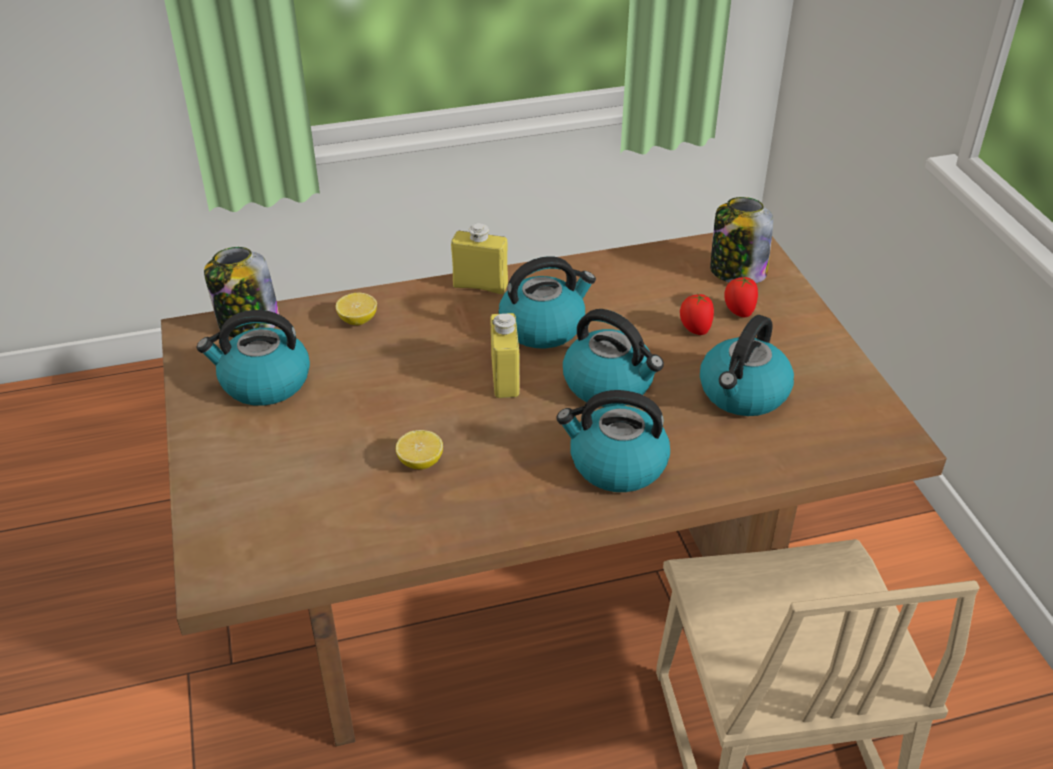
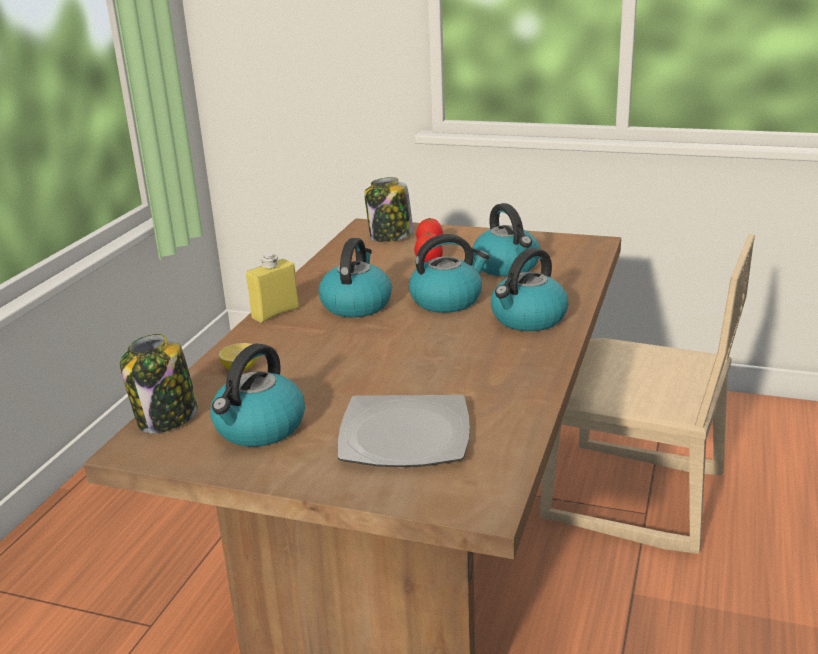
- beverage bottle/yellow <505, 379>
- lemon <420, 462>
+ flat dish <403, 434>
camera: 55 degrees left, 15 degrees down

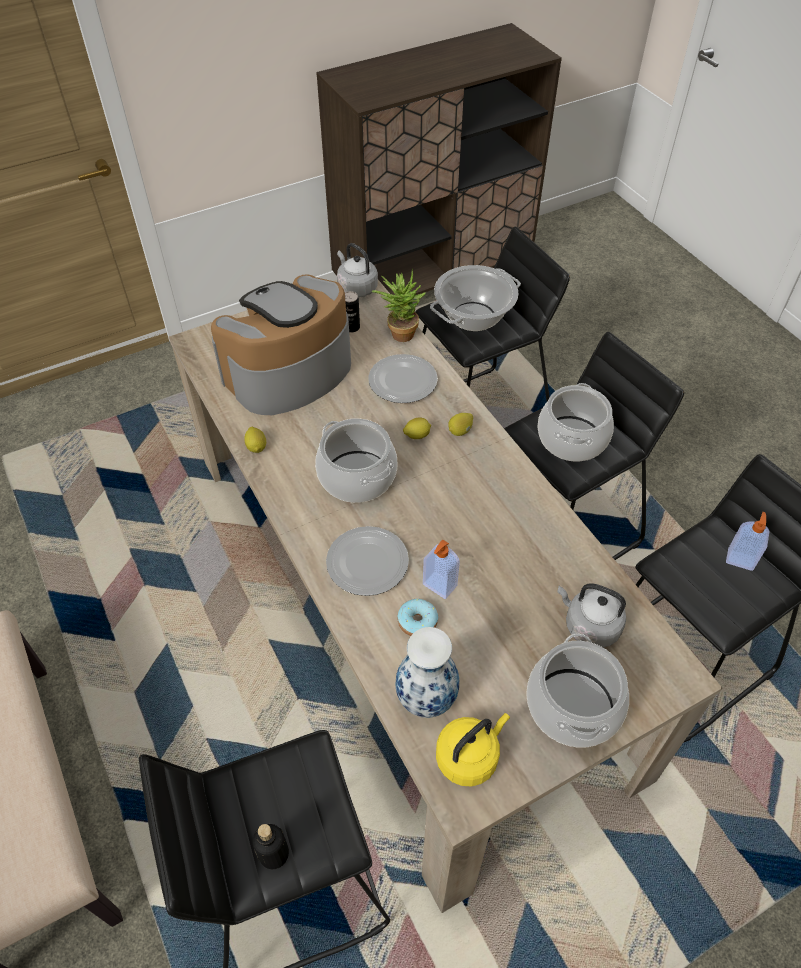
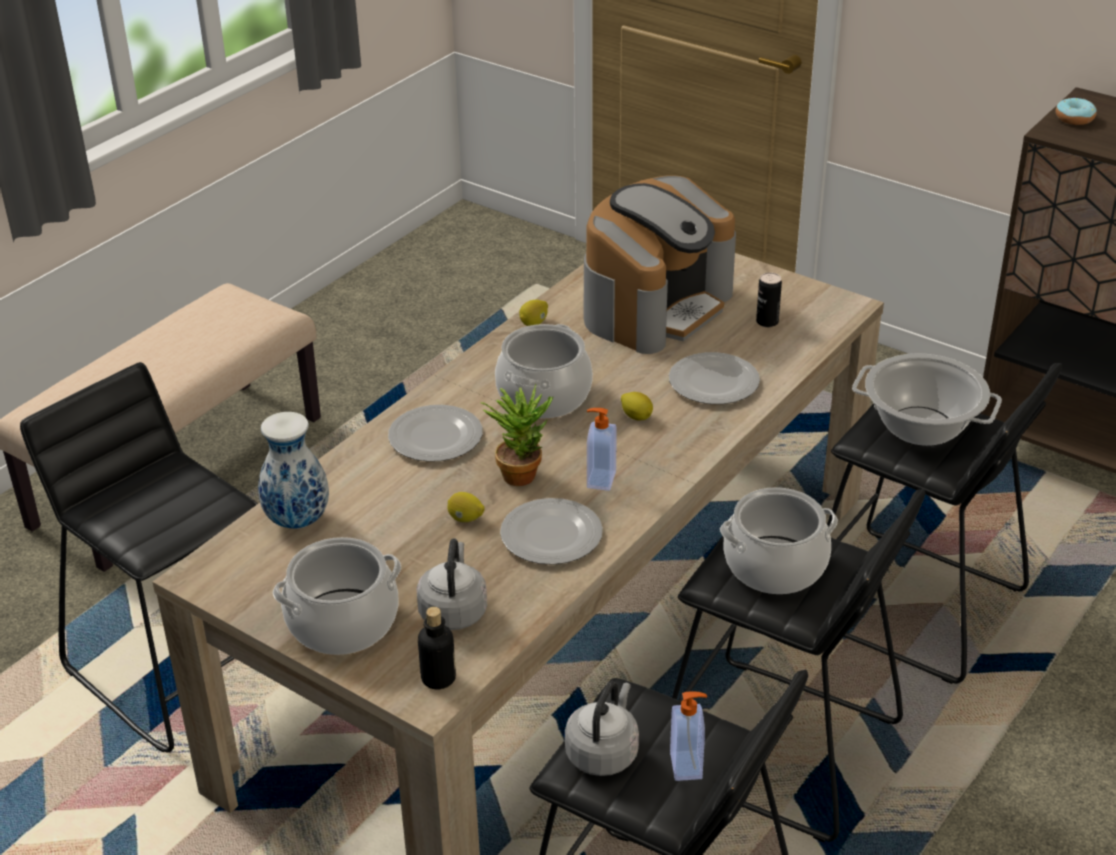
~ water kettle/gray <356, 288> to <603, 752>
~ houseplant <399, 332> to <522, 472>
~ coffee maker <289, 373> = <656, 306> 105 degrees clockwise
~ lemon <460, 431> to <465, 519>
~ soap dispenser <439, 586> to <600, 479>
~ ring doughnut <417, 622> to <1074, 118>
- water kettle/yellow <469, 756>
~ beverage bottle <274, 854> to <438, 678>
+ flat dish <552, 534>
camera: 65 degrees right, 15 degrees down

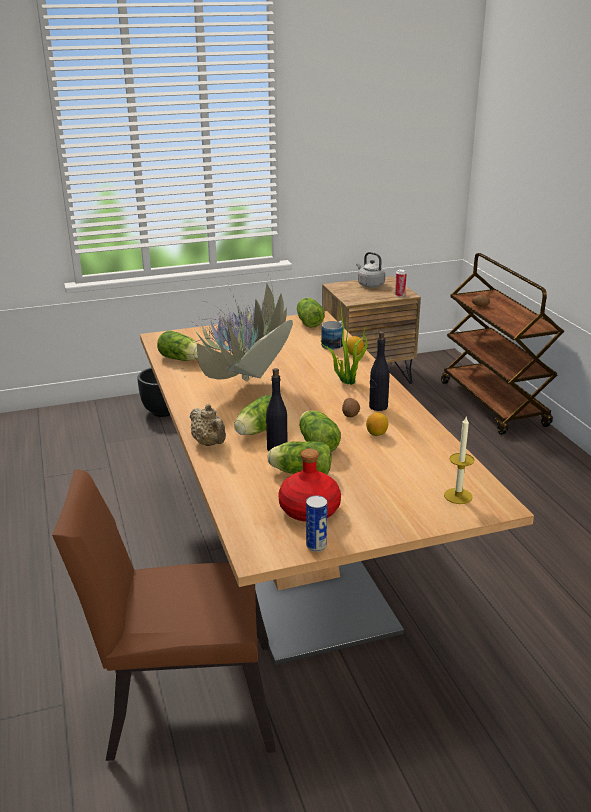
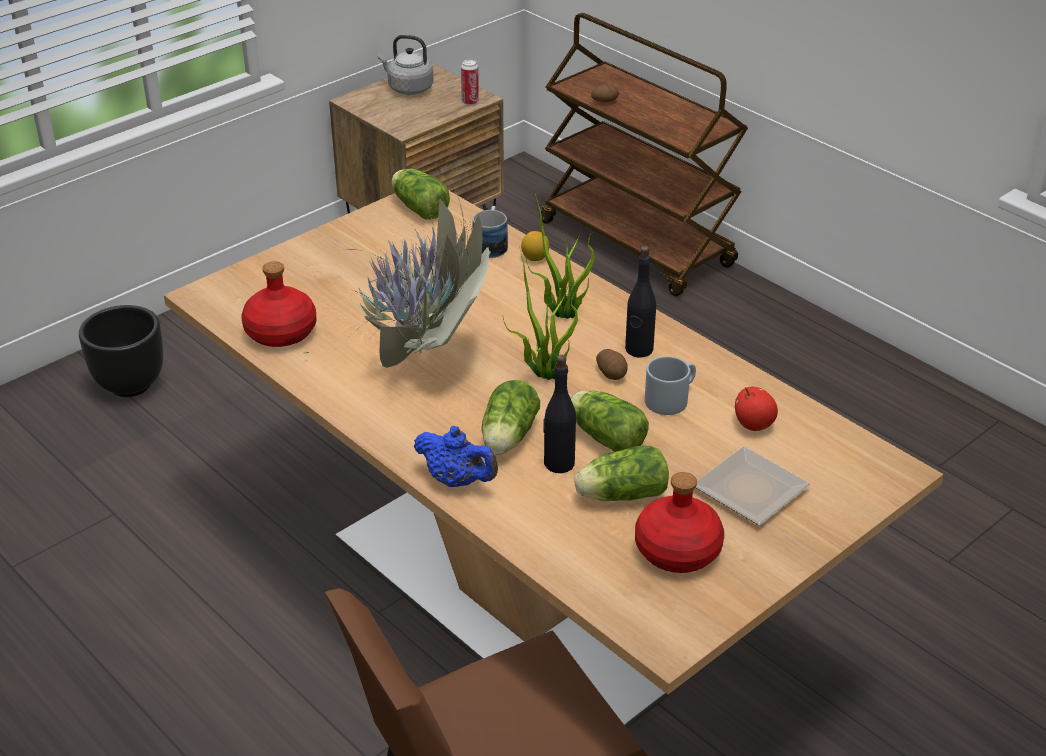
~ lettuce <181, 359> to beverage bottle/red <280, 332>
~ pot for tea/beige <210, 443> to pot for tea/blue <457, 480>
~ lemon <376, 434> to coffee mug/gray <671, 398>
- wax light <458, 496>
- can <316, 546>
+ houseplant <543, 374>
+ apple <753, 424>
+ flat dish <754, 490>
camera: 25 degrees left, 10 degrees up

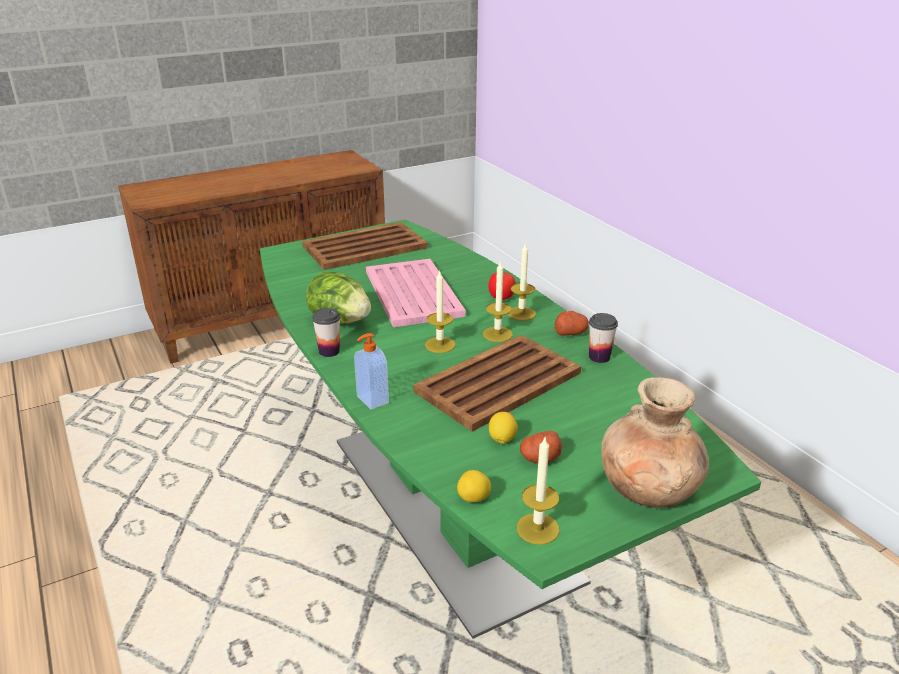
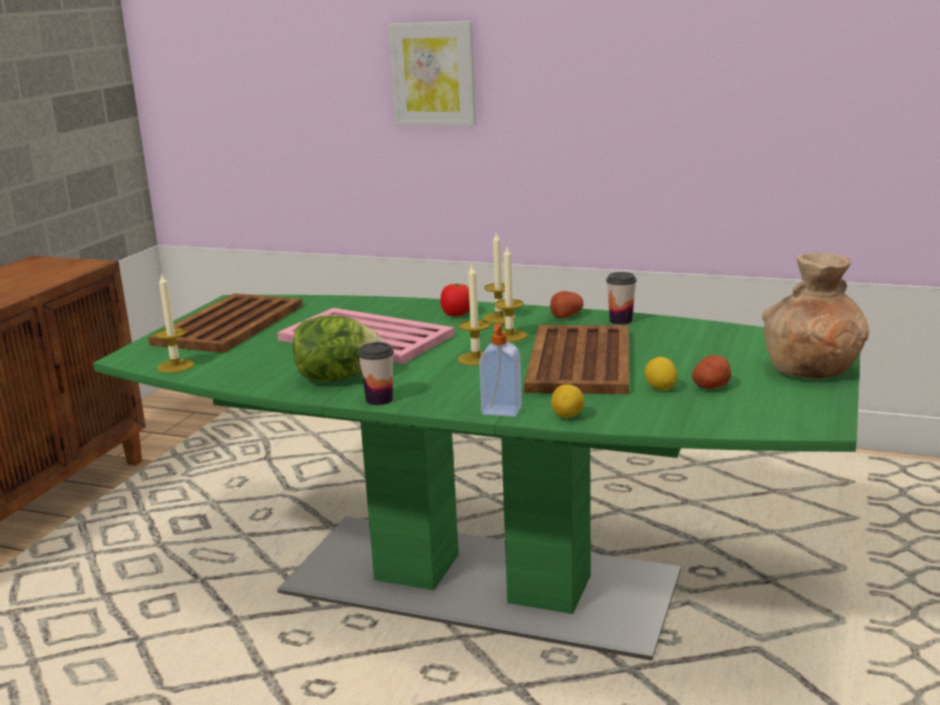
~ wax light <537, 528> to <175, 366>
~ lemon <474, 498> to <568, 416>
+ wall picture <433, 74>
camera: 40 degrees left, 10 degrees down

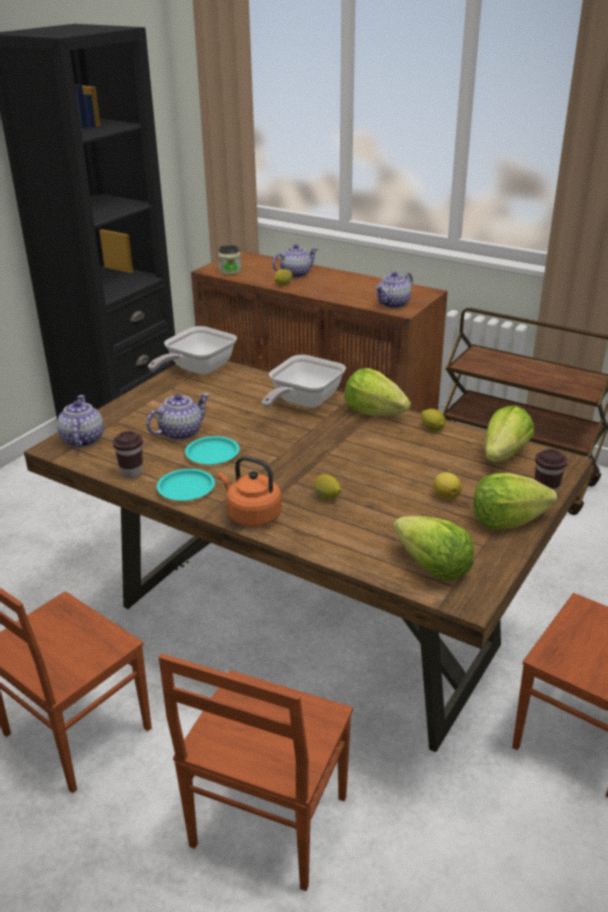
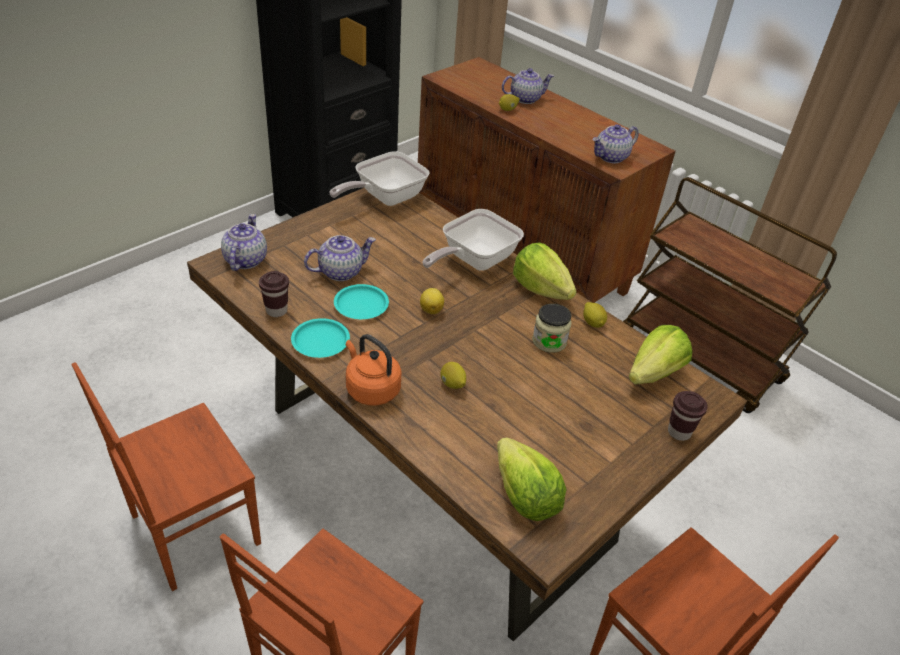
~ storage jar <230, 271> to <549, 341>
~ lemon <446, 496> to <431, 309>
- lettuce <507, 521>
camera: 10 degrees right, 10 degrees up

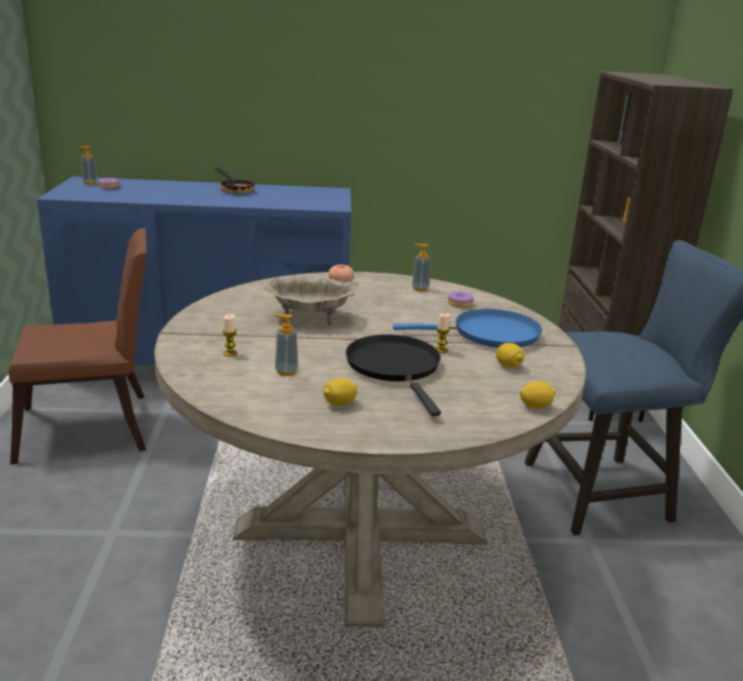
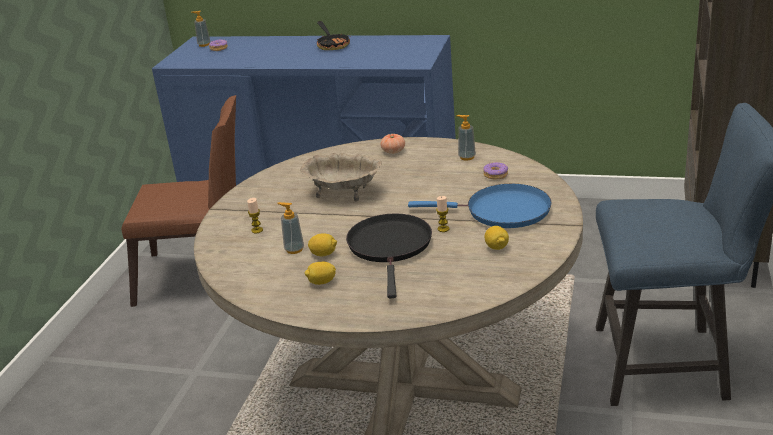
~ lemon <535, 406> to <324, 254>
camera: 20 degrees right, 5 degrees up

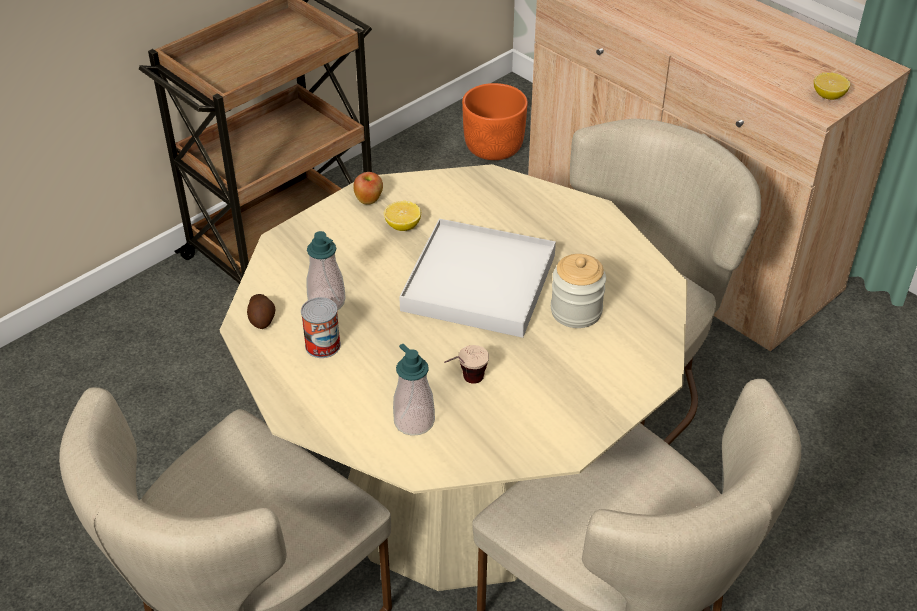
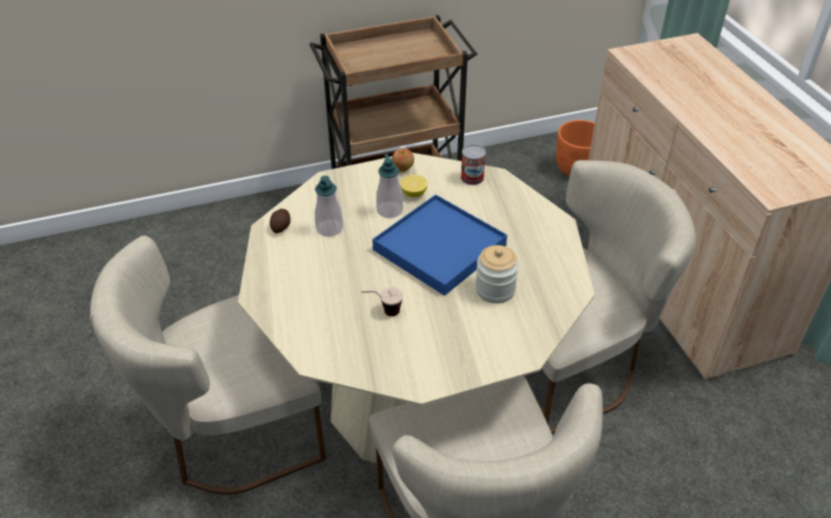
- lemon <828, 96>
~ serving tray/white-coloured <479, 283> to serving tray/blue <439, 248>
~ can <322, 345> to <472, 178>
~ soap dispenser <414, 421> to <389, 210>
camera: 25 degrees right, 0 degrees up

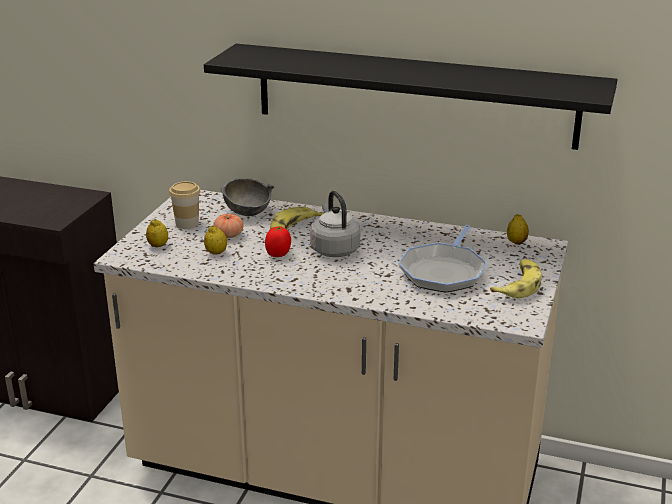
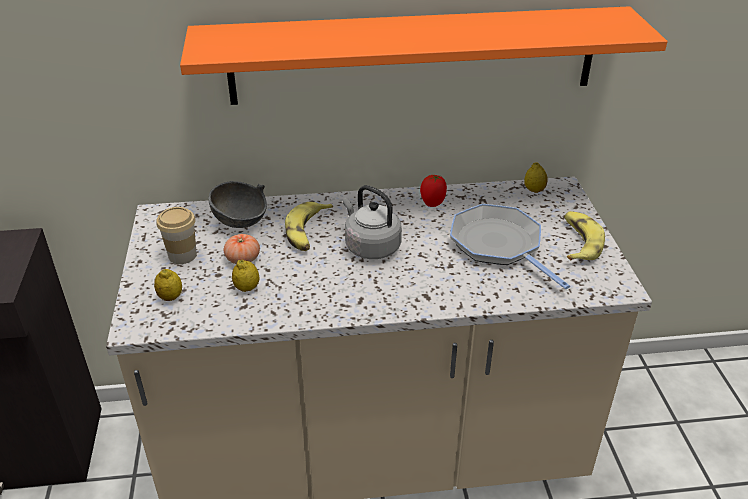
~ shelf/blackish <414, 95> to shelf/orangey <413, 56>
~ skillet <443, 271> = <499, 245> 150 degrees clockwise
~ tomato <278, 254> to <432, 203>
camera: 25 degrees left, 10 degrees up

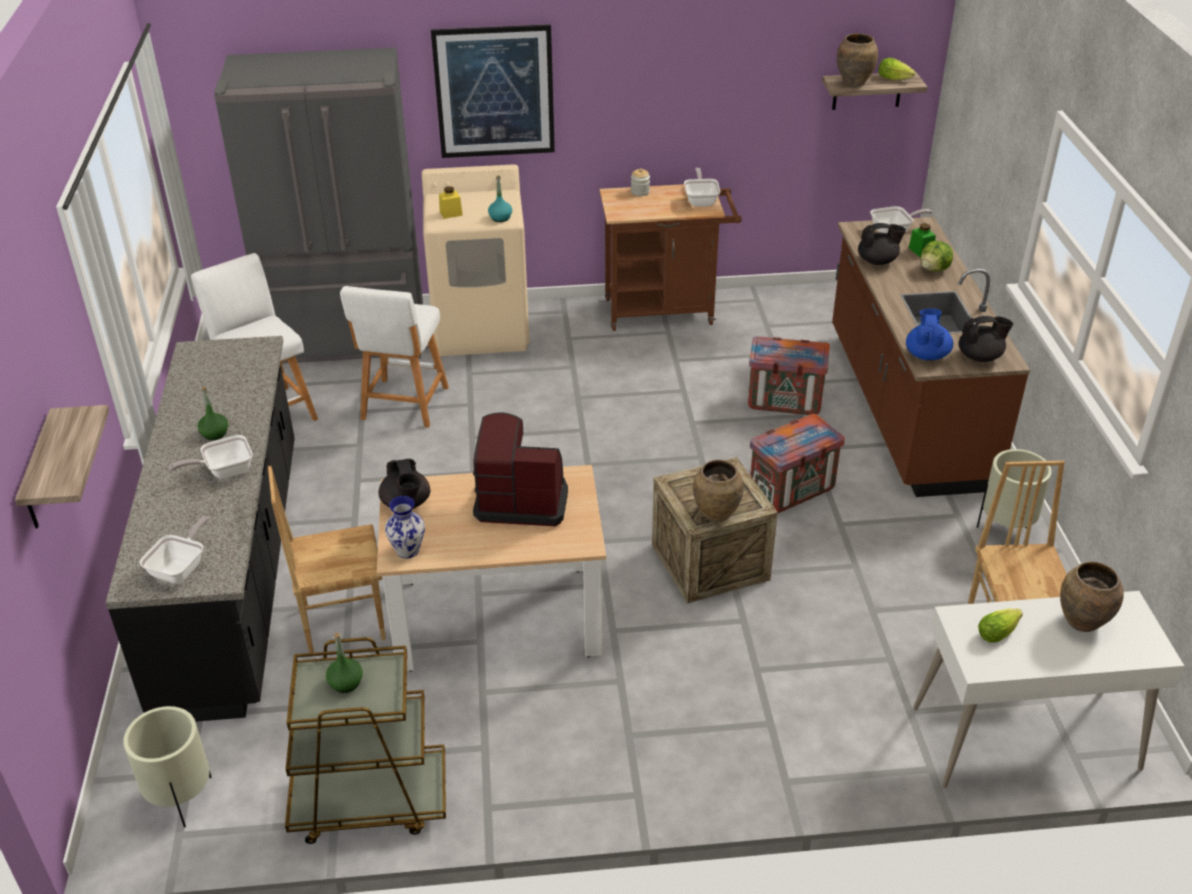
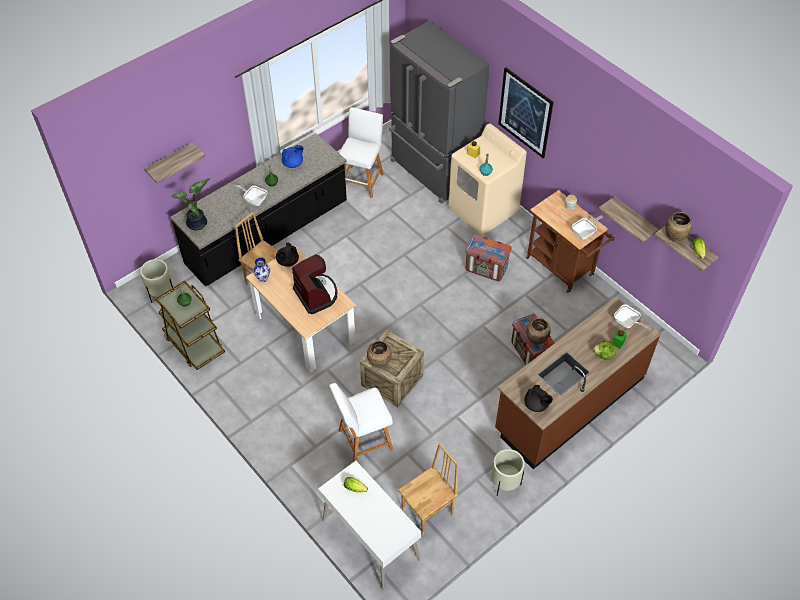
- pot for tea/blackish <878, 261>
~ stool/white-coloured <403, 406> to <363, 440>
~ pot for tea/blue <926, 354> to <293, 164>
~ shipping crate <792, 490> to <486, 269>
~ skillet <181, 568> to houseplant <198, 224>
~ vase/brown <1081, 622> to <536, 339>
+ shelf <634, 219>
camera: 55 degrees right, 15 degrees up

